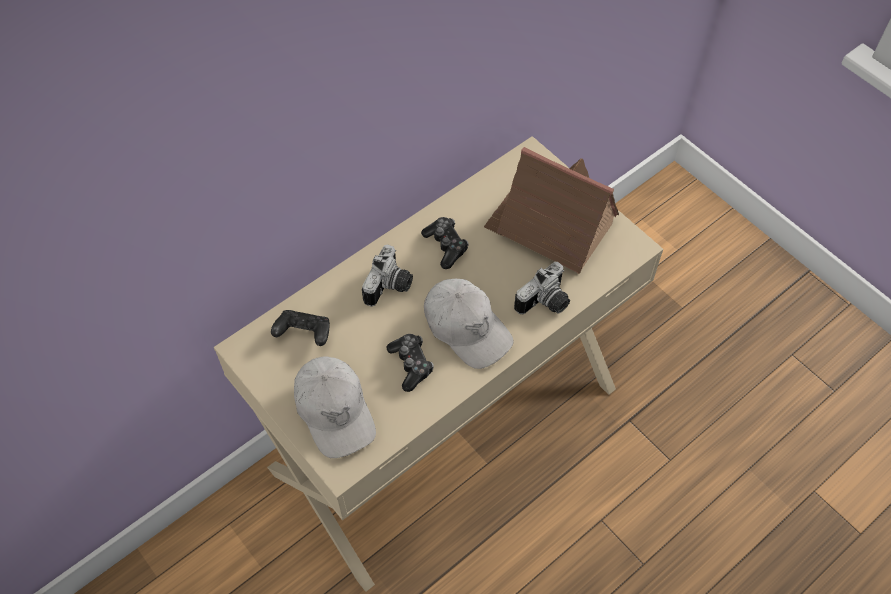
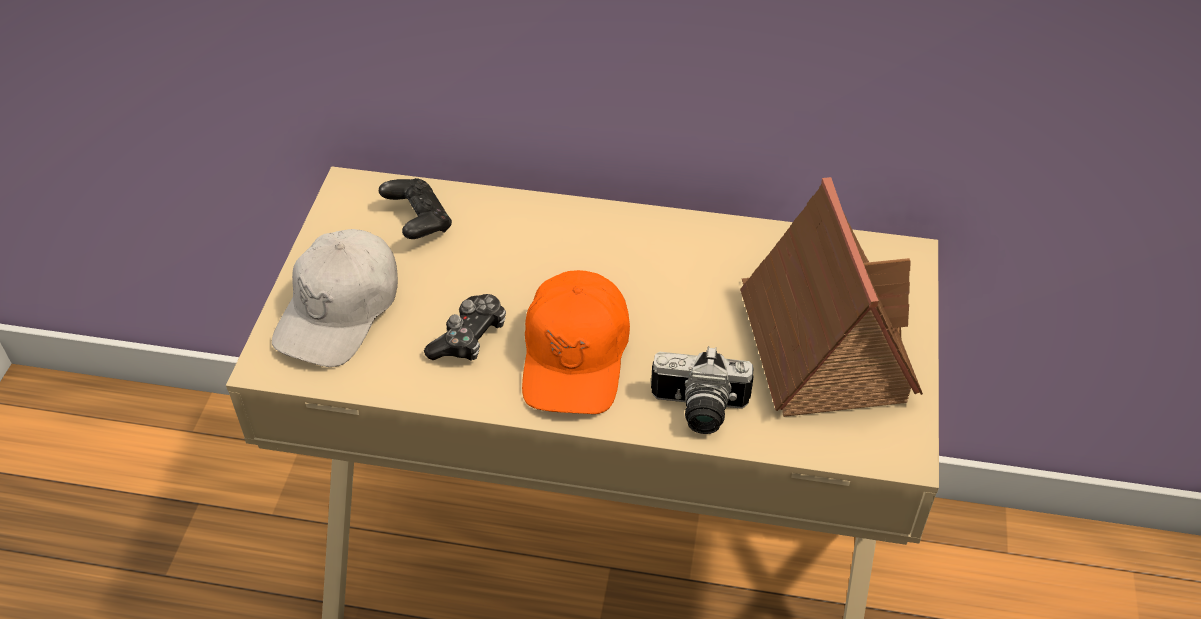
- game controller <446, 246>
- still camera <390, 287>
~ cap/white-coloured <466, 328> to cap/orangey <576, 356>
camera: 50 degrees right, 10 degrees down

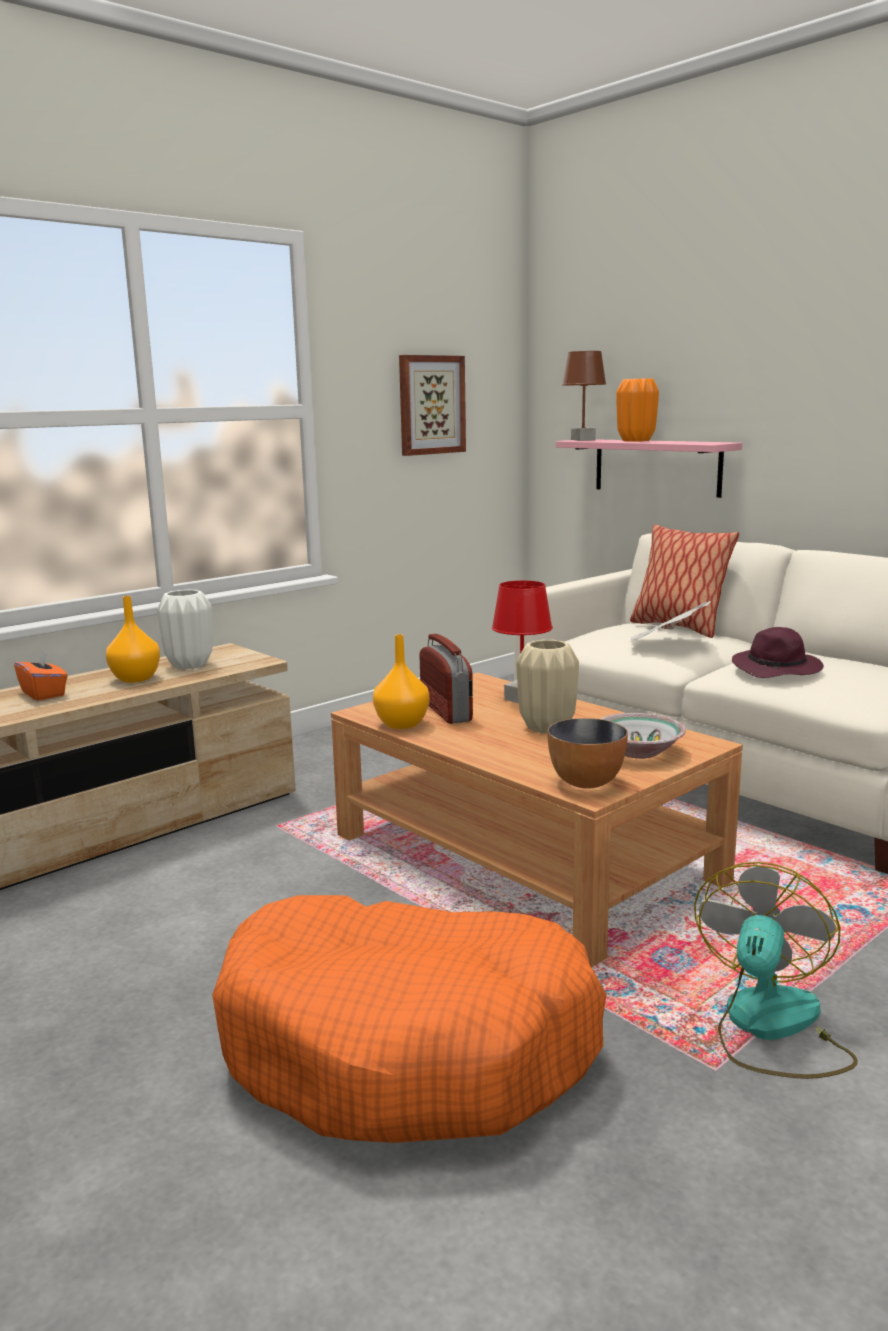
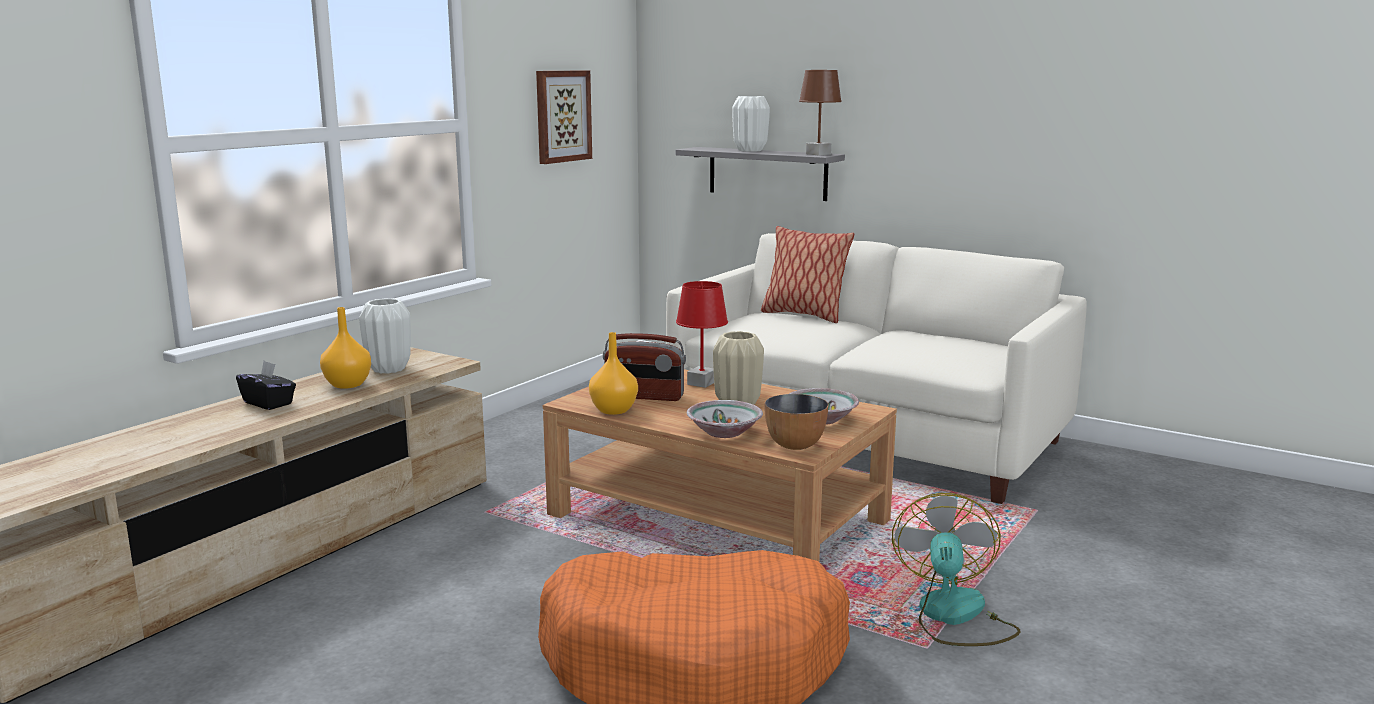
~ table lamp/brown <582, 439> to <818, 154>
~ vase/orangey <635, 440> to vase/white-coloured <749, 150>
~ shelf/pink <656, 467> to shelf/gray <767, 173>
- printed paper <665, 644>
- clothing hat/purplish <777, 669>
~ radio receiver <446, 710> = <644, 396> 135 degrees clockwise
~ box of tissues/orangey <44, 693> to box of tissues/blackish <268, 403>
+ bowl <724, 432>
camera: 15 degrees left, 0 degrees up

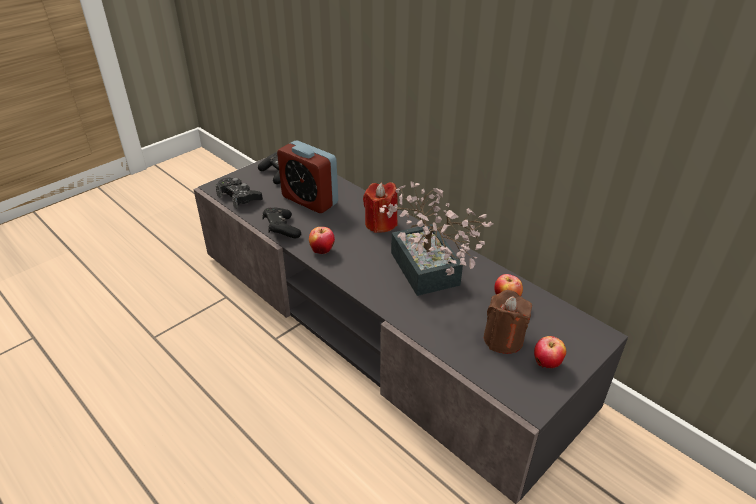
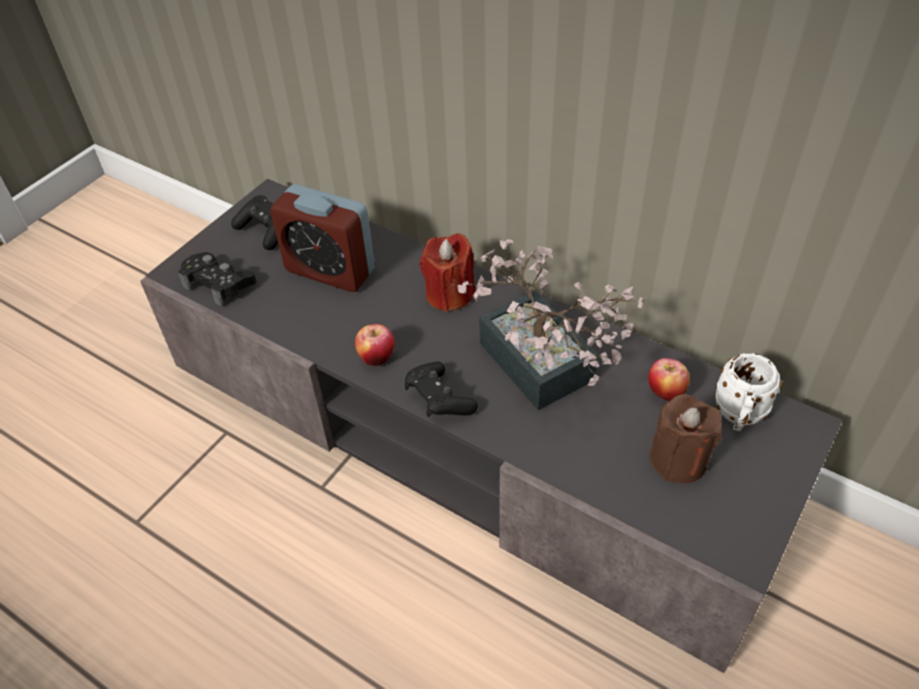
~ game controller/blackish <281, 230> to <439, 400>
- apple <546, 364>
+ coffee mug/white-coloured <739, 416>
camera: 10 degrees left, 10 degrees up

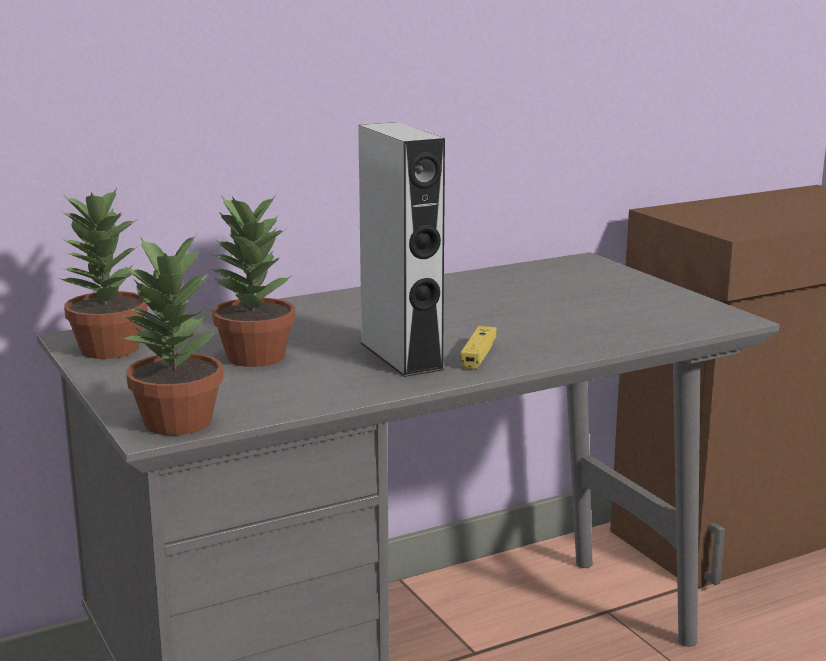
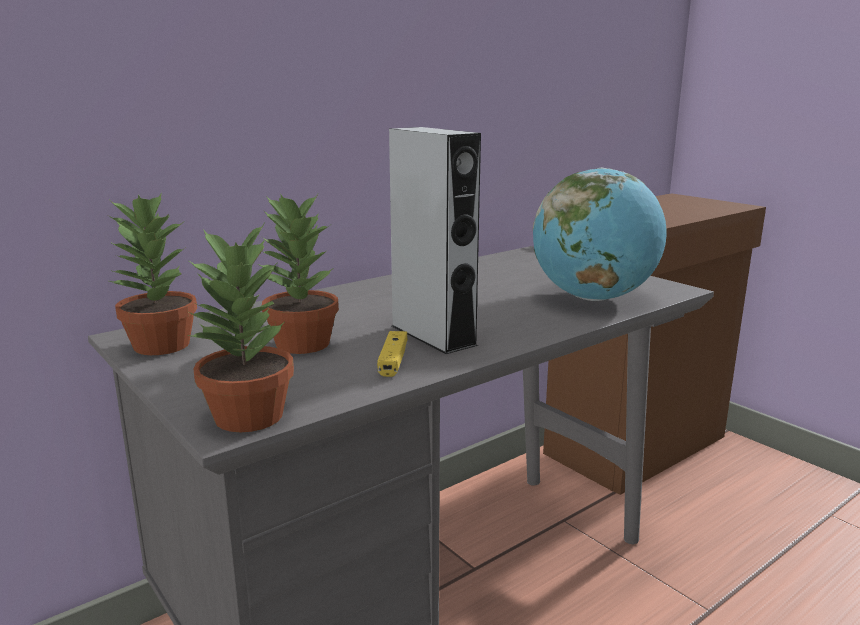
~ game controller/yellow <478, 356> to <393, 361>
+ desk globe <594, 298>
camera: 10 degrees left, 0 degrees up

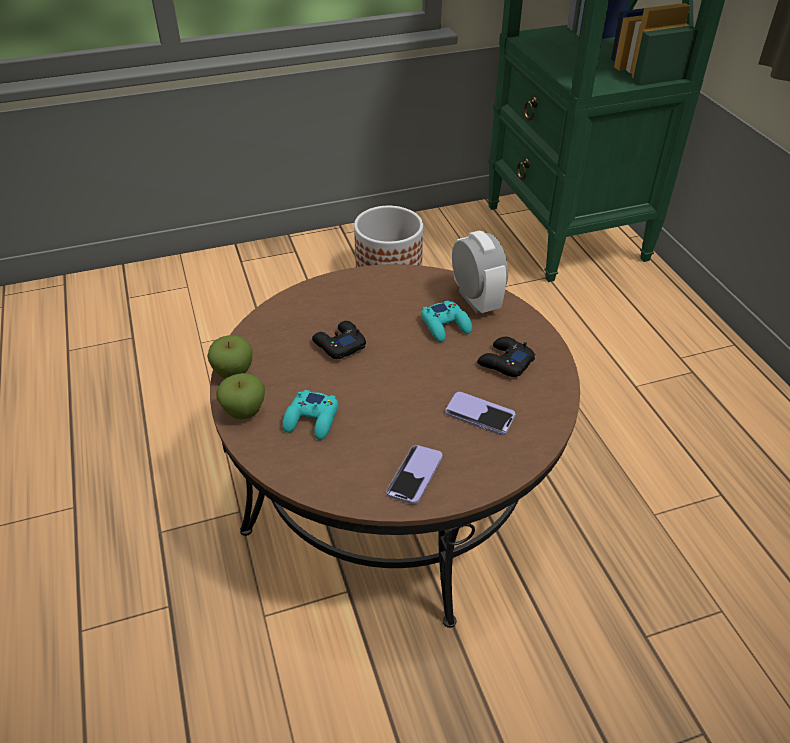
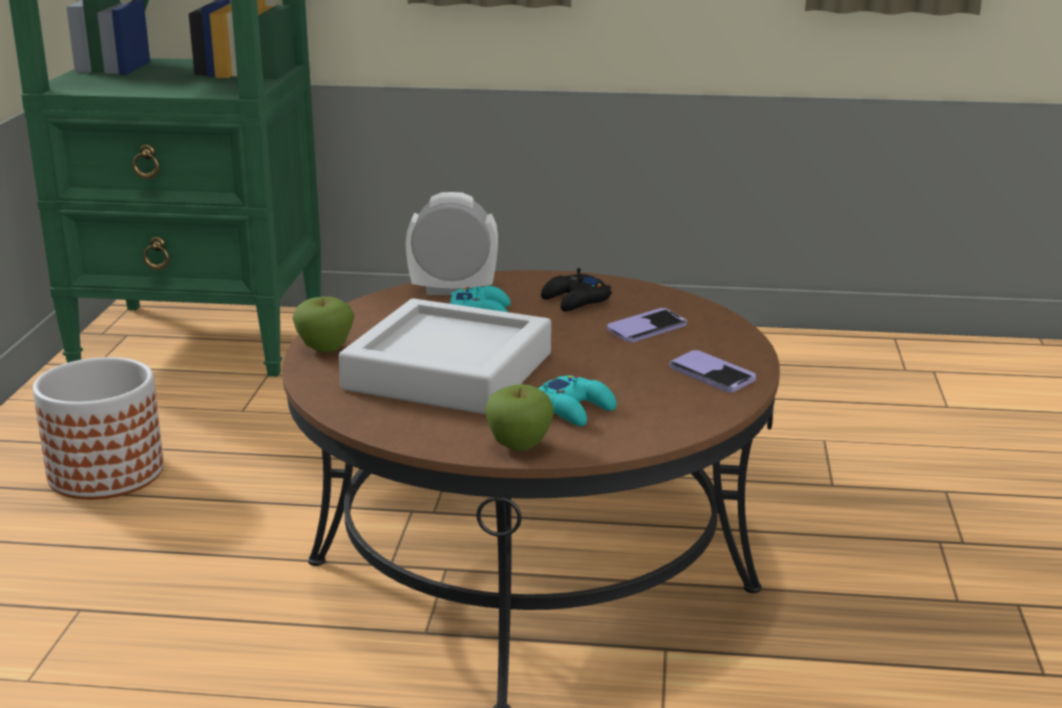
~ game controller/blackish <339, 345> to serving tray/gray <448, 371>
~ apple <233, 373> to <325, 349>
camera: 65 degrees left, 20 degrees down

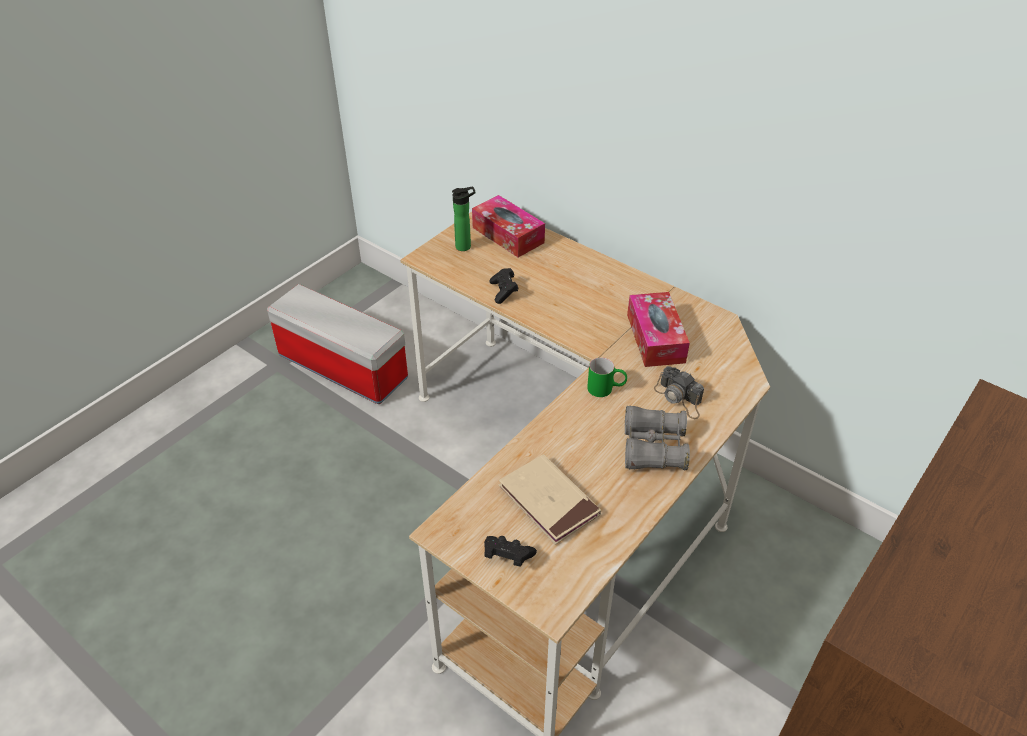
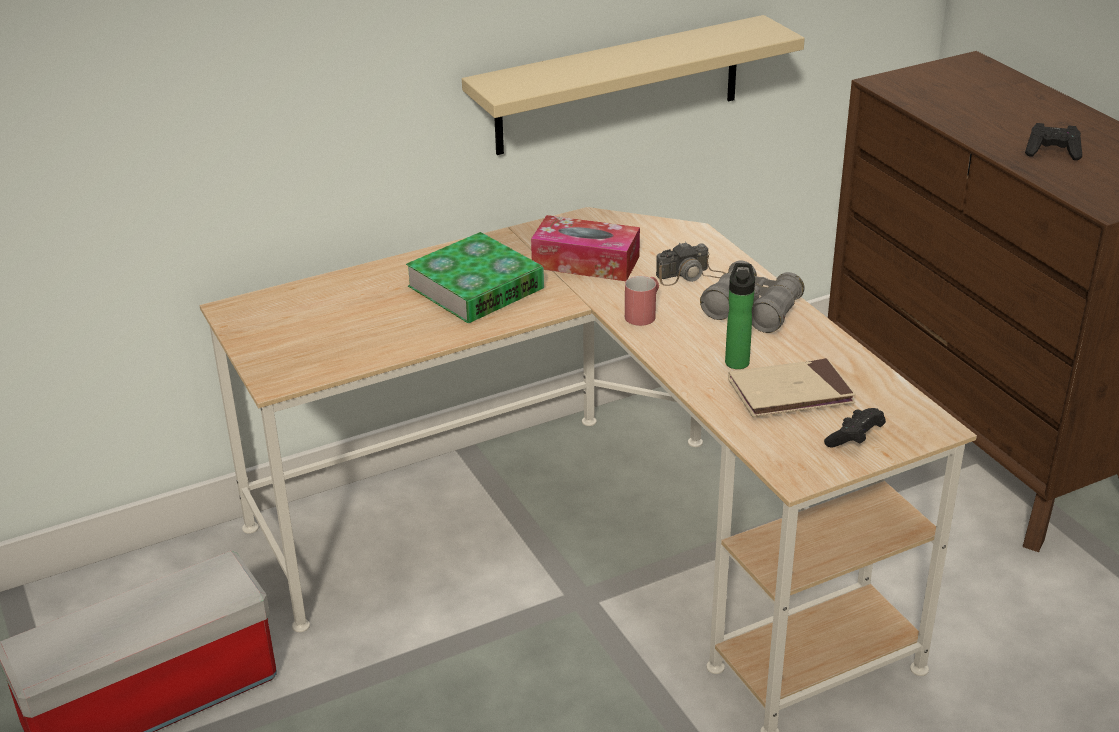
~ beverage bottle <465, 246> to <737, 360>
- box of tissues <508, 235>
~ game controller/blackish <504, 292> to <1052, 152>
~ coffee mug/greenish <606, 389> to coffee mug/red <644, 313>
+ shelf/beige <618, 85>
+ book <476, 287>
camera: 65 degrees left, 10 degrees down

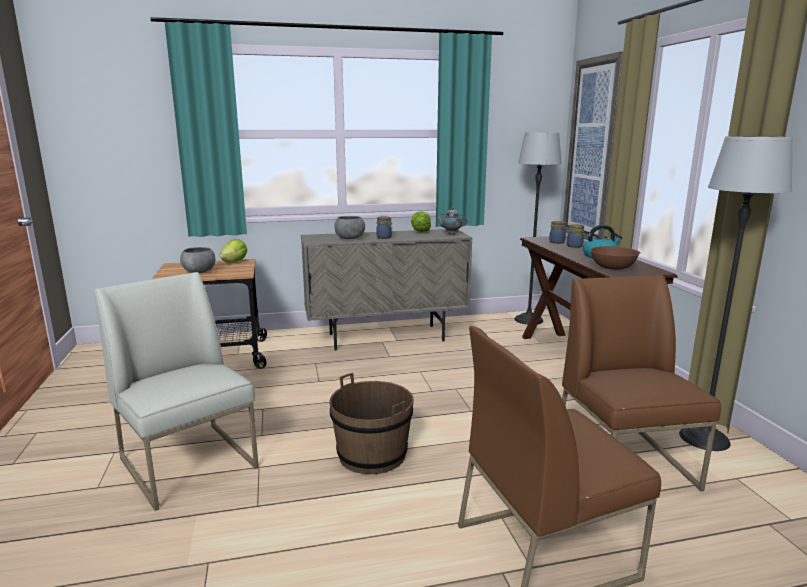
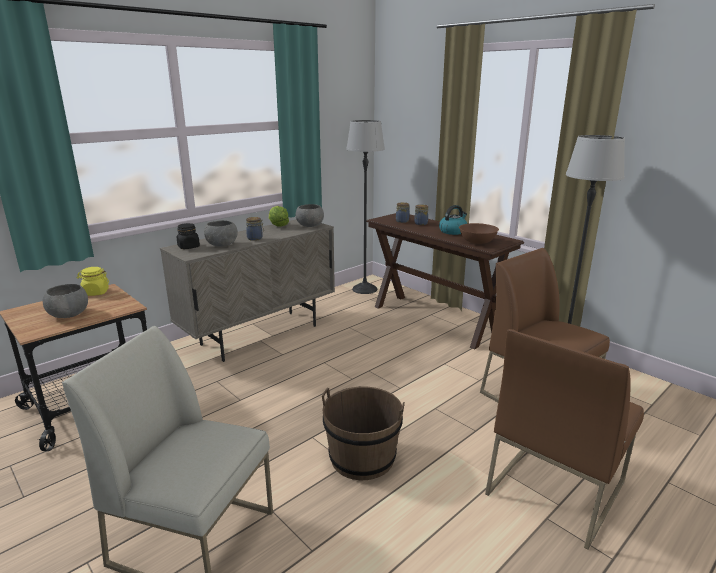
- wall picture <594, 151>
~ pot for tea <450, 234> to bowl/gray <310, 225>
~ lettuce <234, 262> to storage jar/yellow <95, 293>
+ storage jar/blackish <188, 247>
camera: 30 degrees left, 5 degrees up

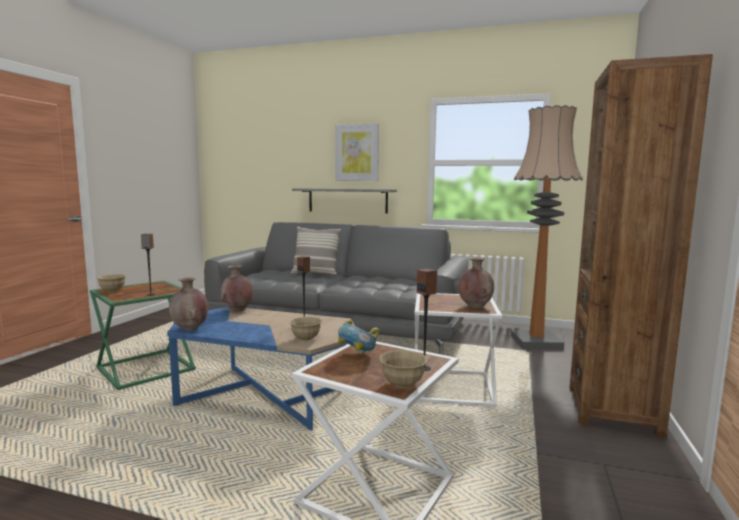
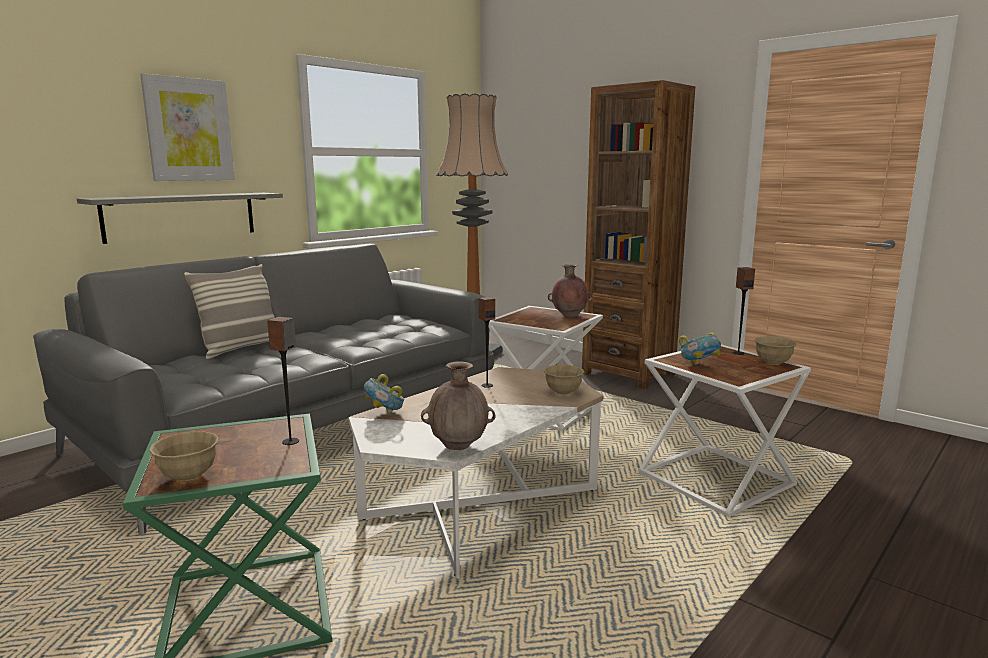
~ vase/brown <237, 310> to bowl <385, 413>
~ lounge table/blue <266, 396> to lounge table/white-coloured <481, 505>
camera: 65 degrees left, 5 degrees up

